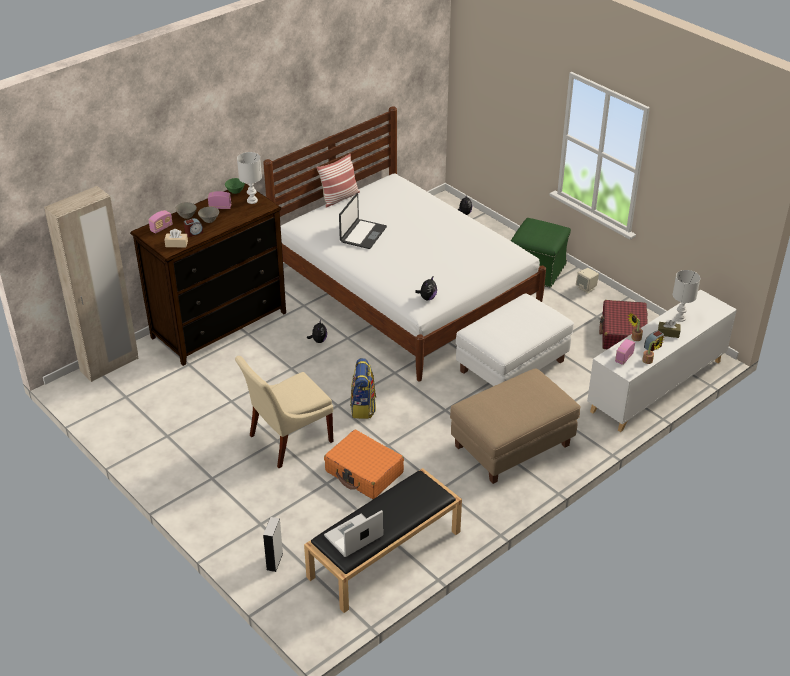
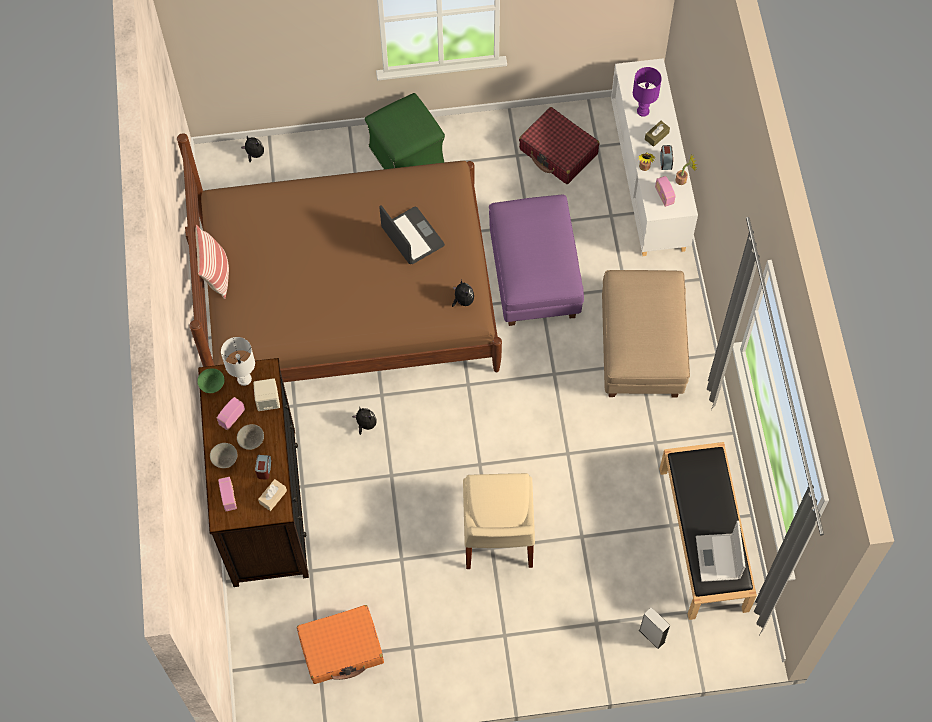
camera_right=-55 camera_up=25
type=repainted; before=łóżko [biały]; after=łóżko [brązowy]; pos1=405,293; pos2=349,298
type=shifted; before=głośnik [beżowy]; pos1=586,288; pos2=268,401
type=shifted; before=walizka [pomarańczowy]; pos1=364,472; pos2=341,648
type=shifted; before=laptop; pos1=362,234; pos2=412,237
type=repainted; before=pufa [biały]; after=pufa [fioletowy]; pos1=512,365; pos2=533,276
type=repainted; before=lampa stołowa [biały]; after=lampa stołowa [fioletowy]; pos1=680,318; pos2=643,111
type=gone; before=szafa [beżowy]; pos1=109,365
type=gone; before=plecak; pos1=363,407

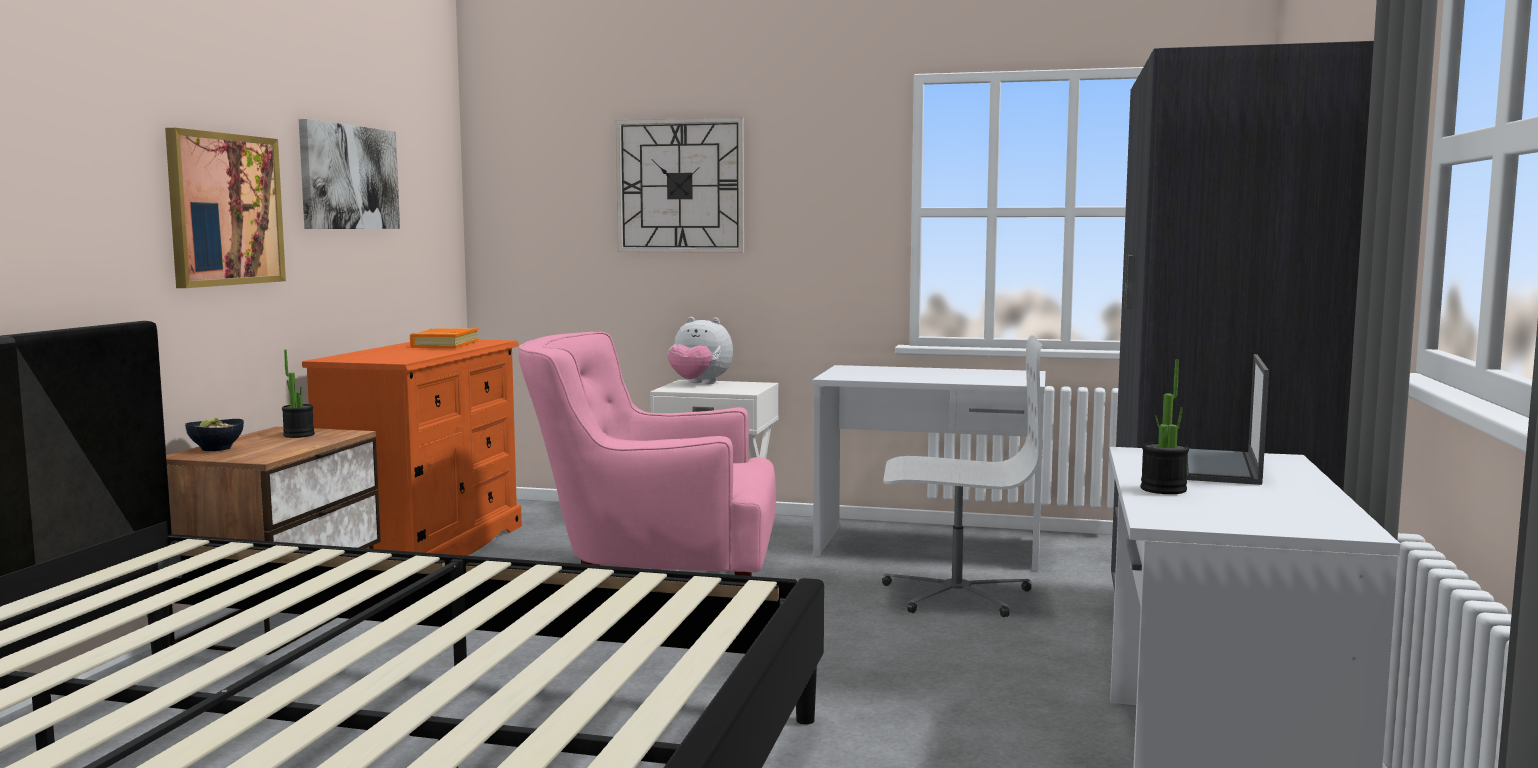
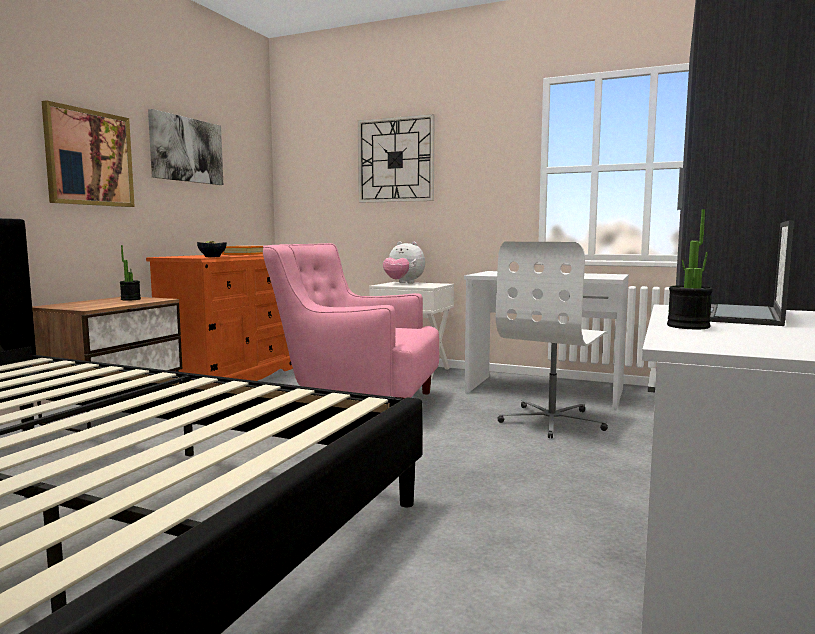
camera_right=10 camera_up=0
type=shifted; before=miska; pos1=215,448; pos2=212,256
type=rotated; before=krzesło biurowe [biały]; pos1=955,594; pos2=552,421; turn=105

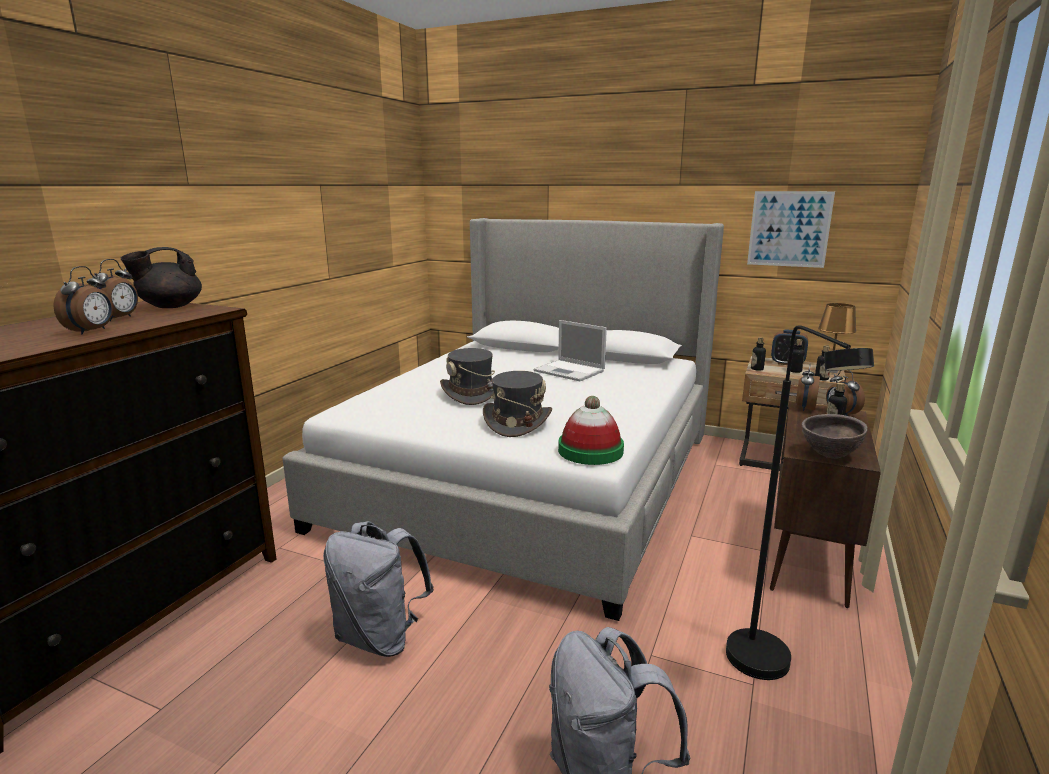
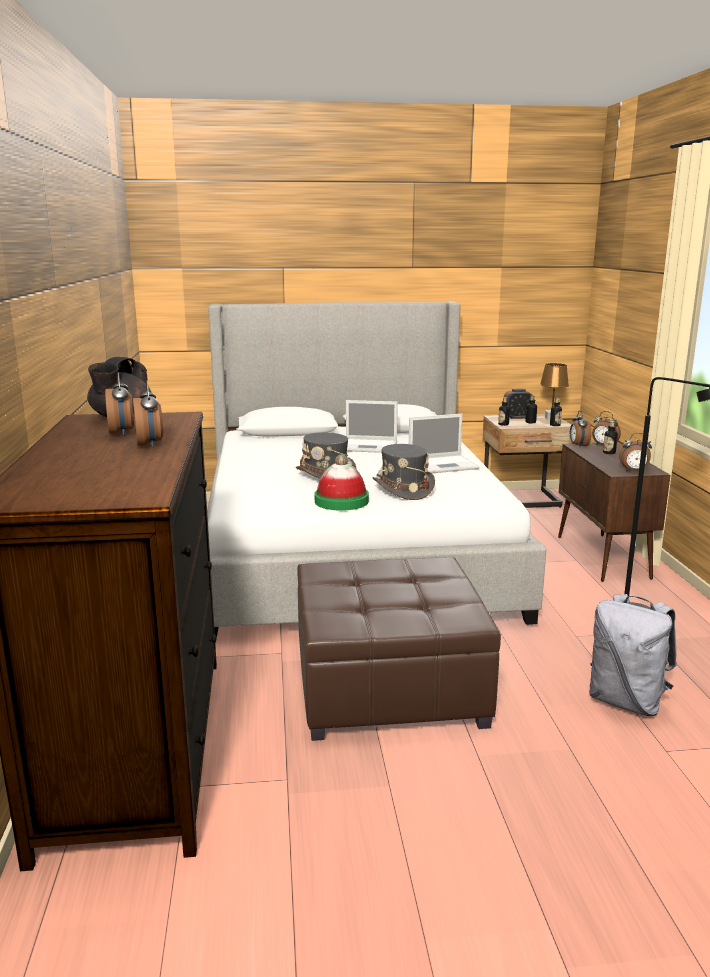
camera_right=-30 camera_up=0
type=swapped; before=plecak [szary]; after=pufa [brązowy]; pos1=380,637; pos2=389,684
type=shifted; before=kapelusz; pos1=590,450; pos2=341,501
type=new; after=laptop; pos2=444,465
type=swapped; before=miska [brązowy]; after=budzik; pos1=829,456; pos2=634,471
type=gone; before=obraz; pos1=789,229

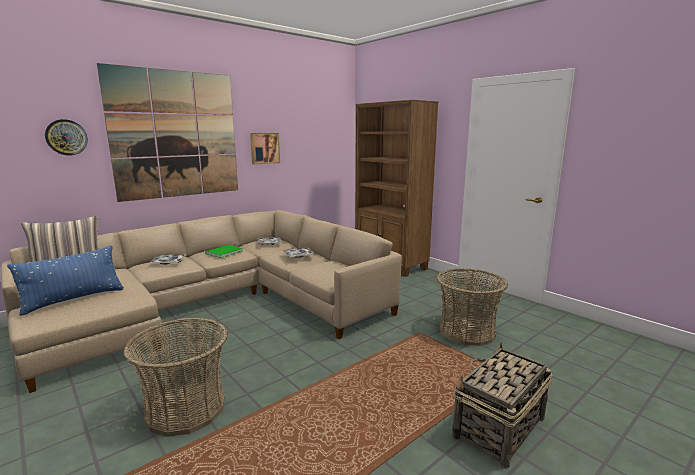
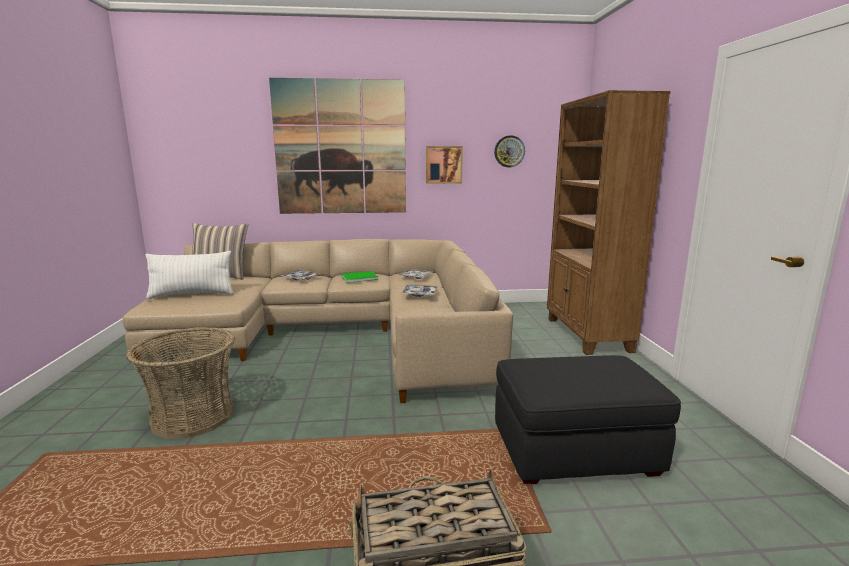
camera_right=35 camera_up=0
type=repainted; before=poduszka [niebieski]; after=poduszka [biały]; pos1=74,300; pos2=192,295
type=shifted; before=zegar ścienny; pos1=66,137; pos2=509,151
type=swapped; before=koszyk; after=pufa [czarny]; pos1=466,331; pos2=575,452

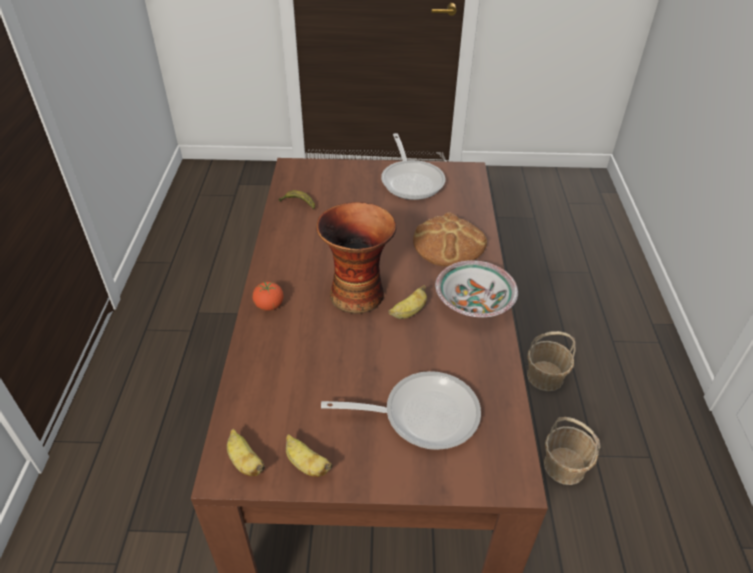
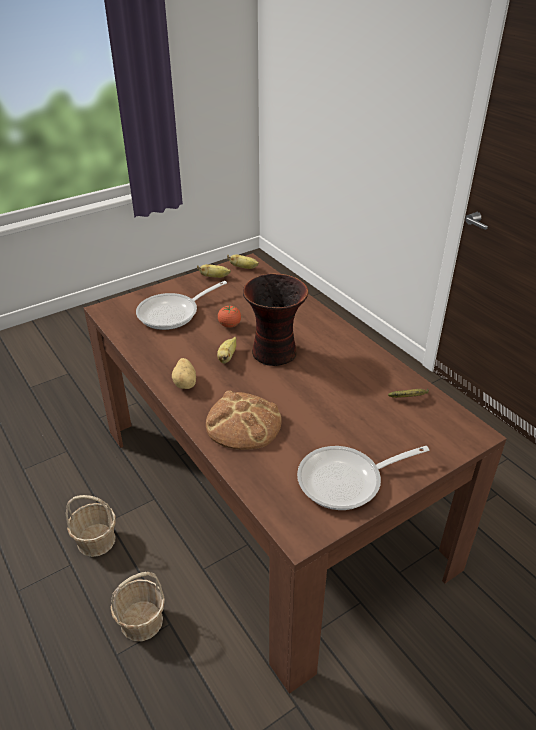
camera_right=145 camera_up=-5
type=swapped; before=miska; after=ziemniak; pos1=473,303; pos2=185,383
type=shifted; before=pomidor; pos1=269,306; pos2=229,325
type=rotated; before=patelnia; pos1=411,180; pos2=347,481; turn=-60

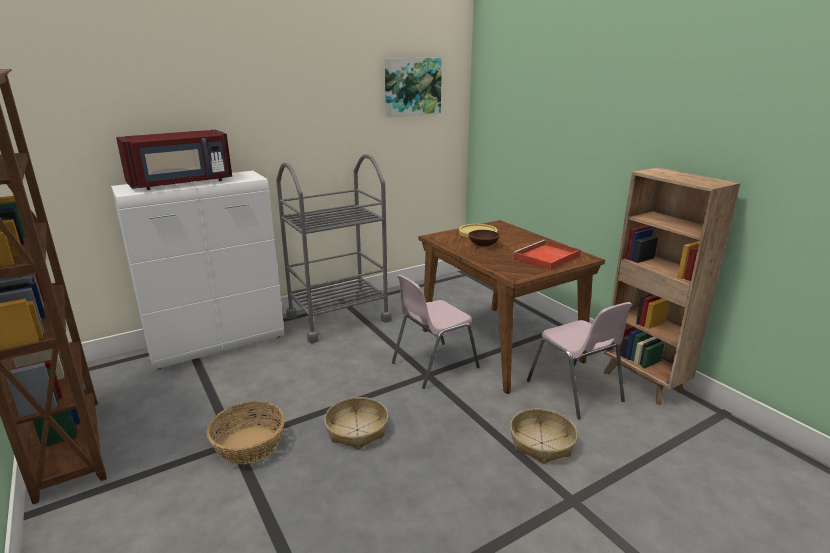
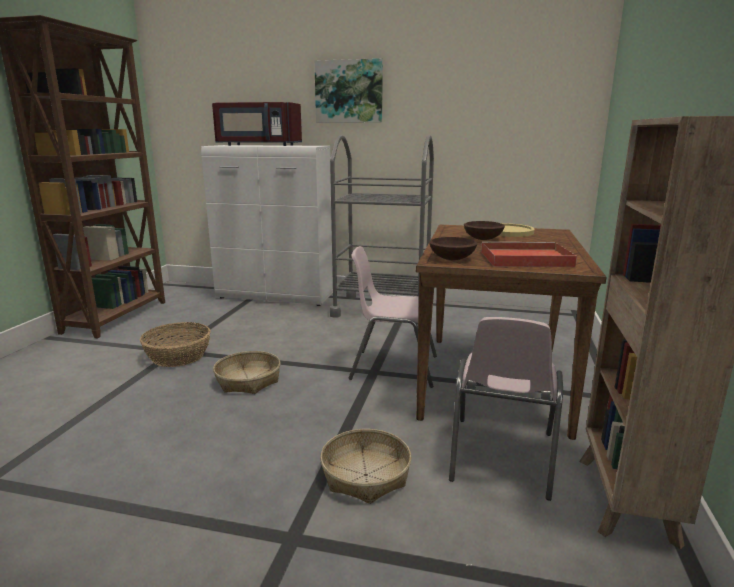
camera_right=45 camera_up=-5
type=shifted; before=obraz; pos1=412,86; pos2=349,91
type=new; after=miska [brązowy]; pos2=451,258

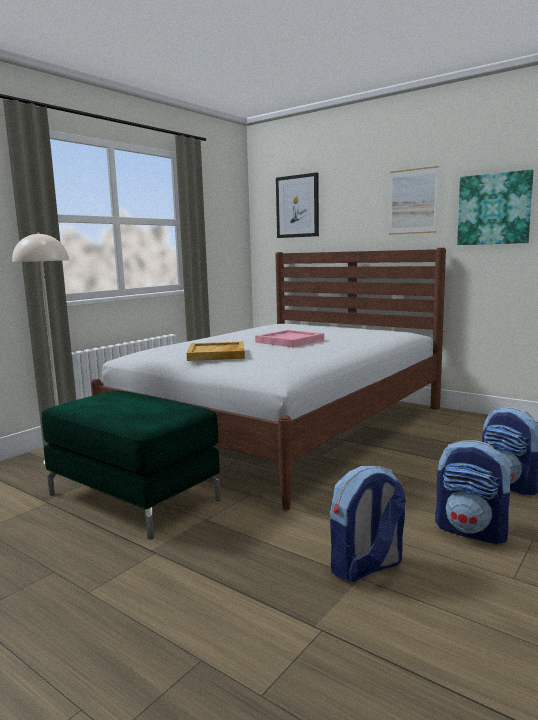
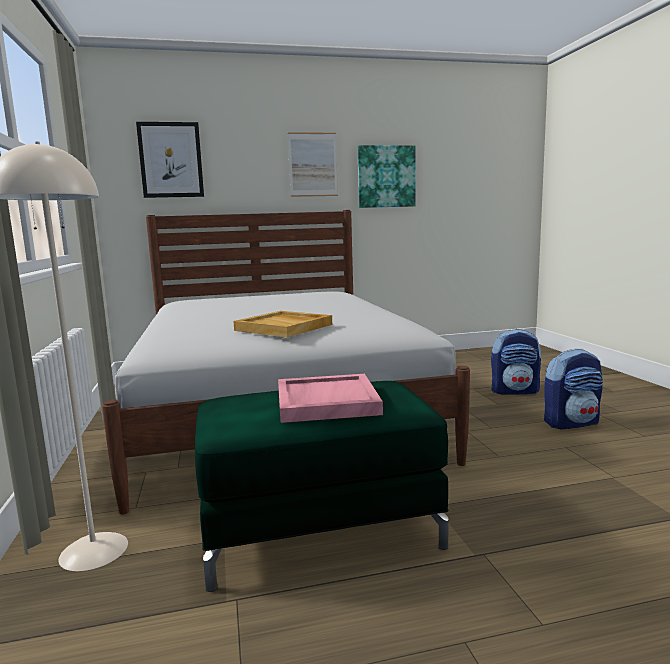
camera_right=-50 camera_up=0
type=shifted; before=taca [różowy]; pos1=289,341; pos2=325,401
type=gone; before=plecak; pos1=366,567

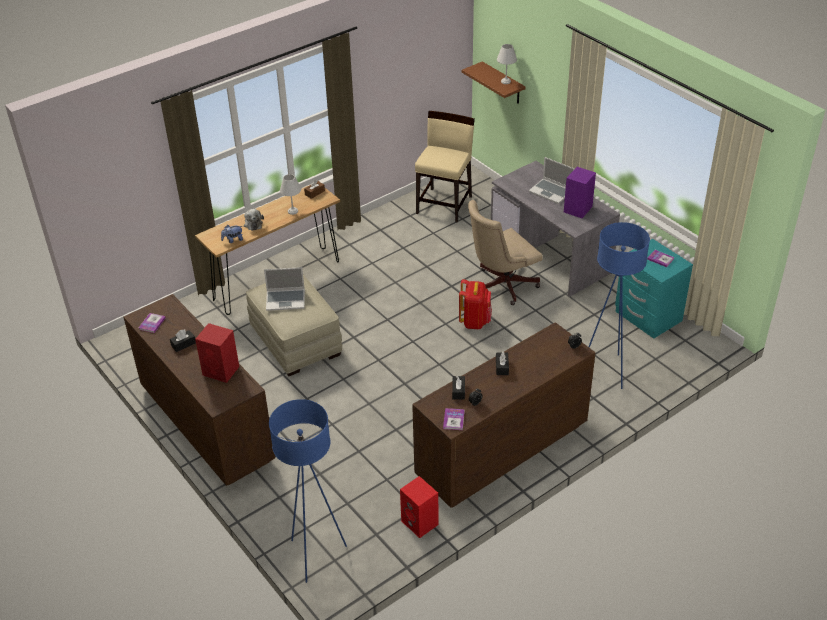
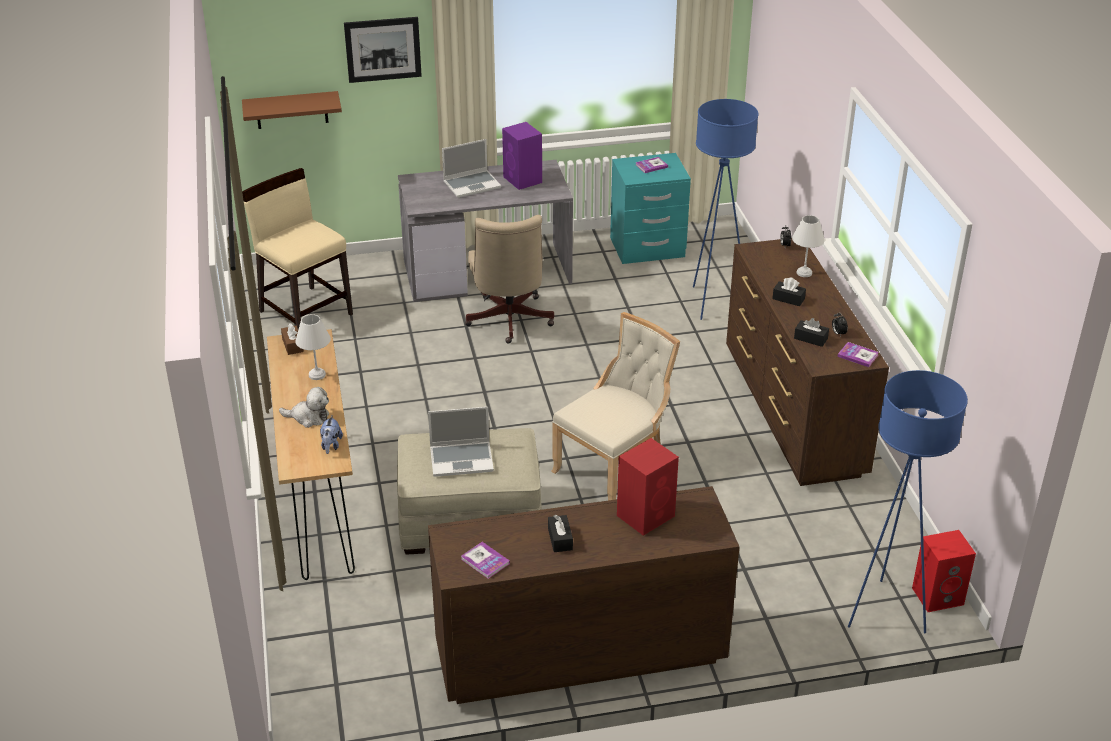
camera_right=-65 camera_up=-5
type=new; after=obraz; pos2=383,49
type=rotated; before=laptop; pos1=286,300; pos2=462,459; turn=60
type=new; after=krzesło [beżowy]; pos2=615,468
type=shifted; before=lampa stołowa [biały]; pos1=505,81; pos2=803,273
type=shifted; before=głośnik [czerwony]; pos1=421,523; pos2=938,595
type=gone; before=plecak [czerwony]; pos1=475,321

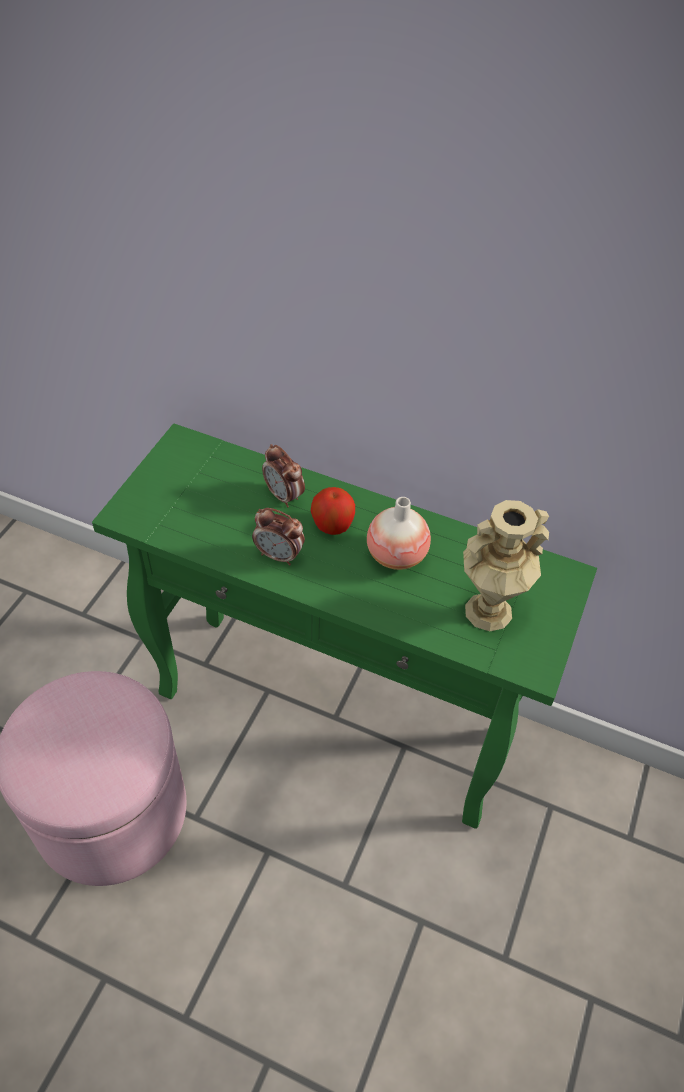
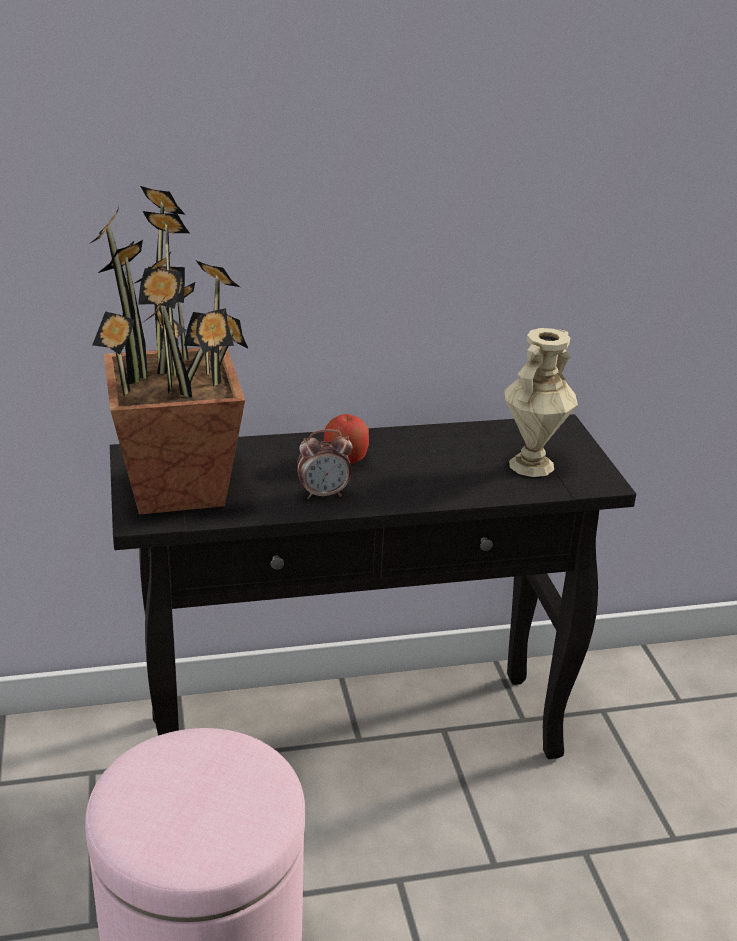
camera_right=-35 camera_up=-20
type=new; after=roślina doniczkowa; pos2=179,489
type=repainted; before=stolik konsolowy [zielony]; after=stolik konsolowy [czarny]; pos1=337,714; pos2=358,736
type=gone; before=budzik; pos1=284,496
type=gone; before=wazon; pos1=396,555

